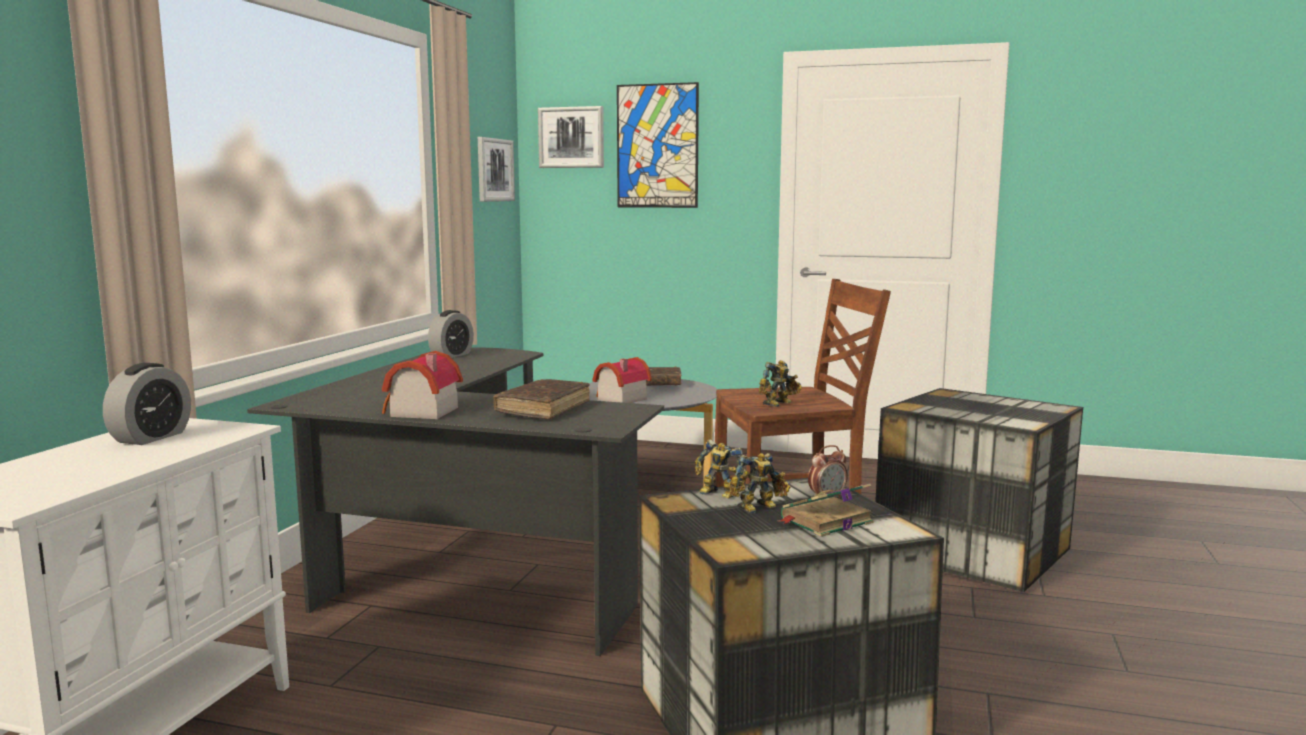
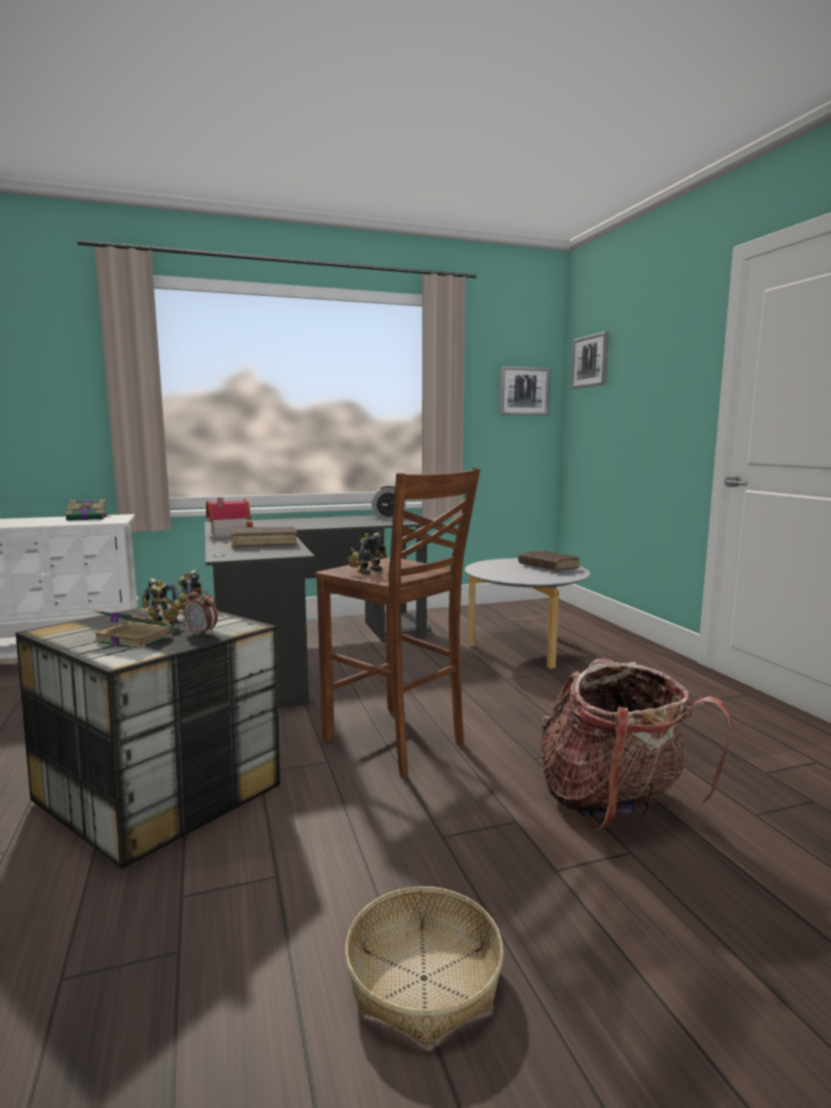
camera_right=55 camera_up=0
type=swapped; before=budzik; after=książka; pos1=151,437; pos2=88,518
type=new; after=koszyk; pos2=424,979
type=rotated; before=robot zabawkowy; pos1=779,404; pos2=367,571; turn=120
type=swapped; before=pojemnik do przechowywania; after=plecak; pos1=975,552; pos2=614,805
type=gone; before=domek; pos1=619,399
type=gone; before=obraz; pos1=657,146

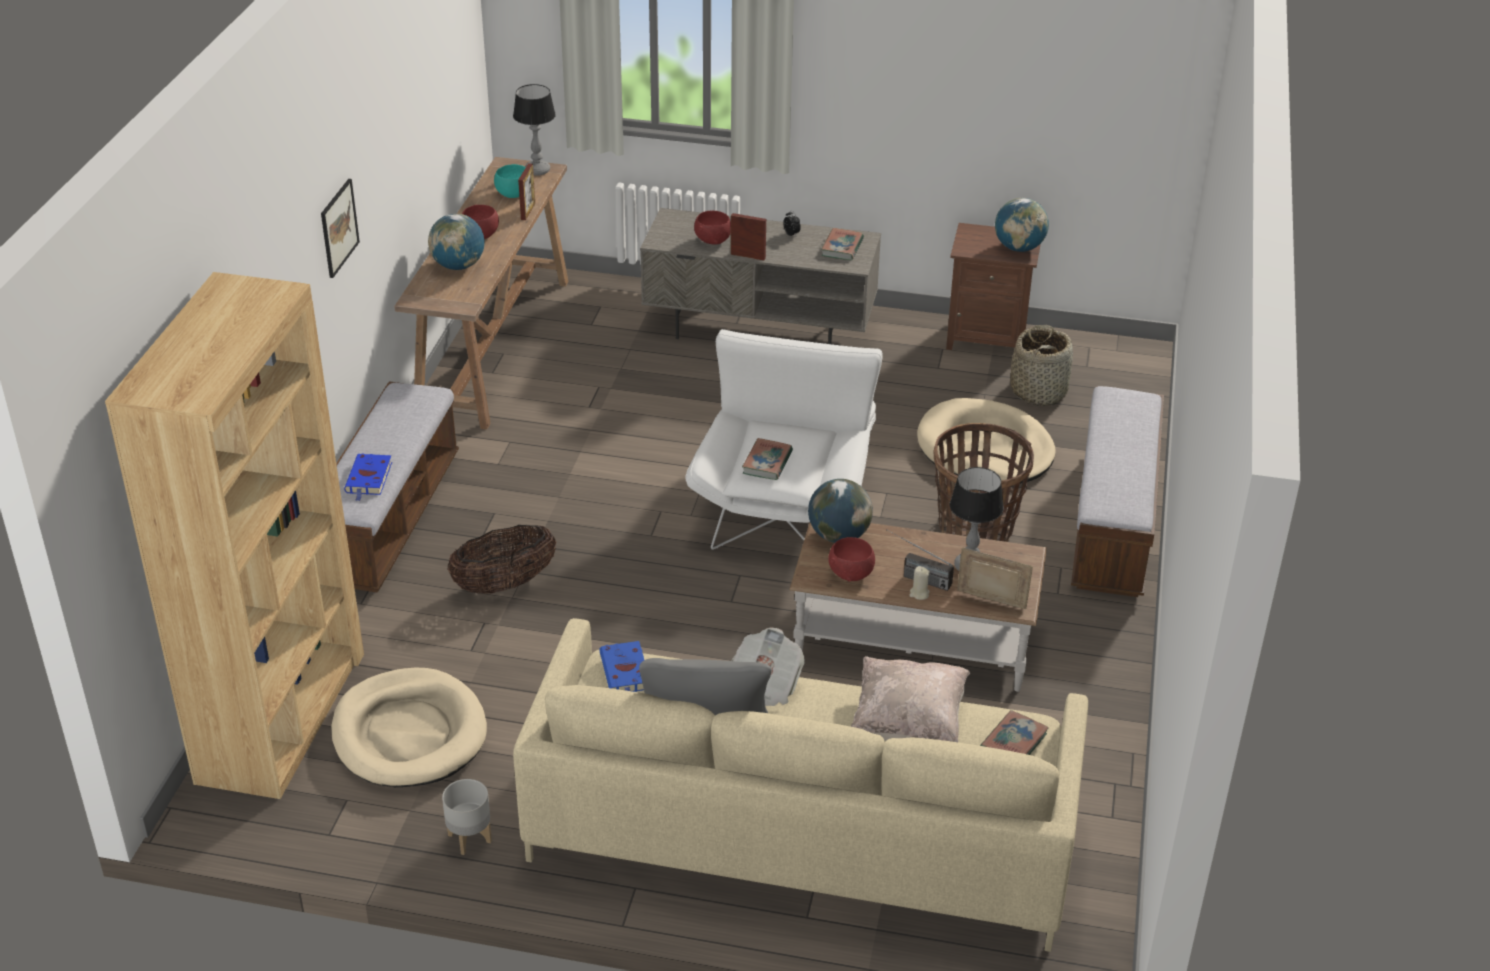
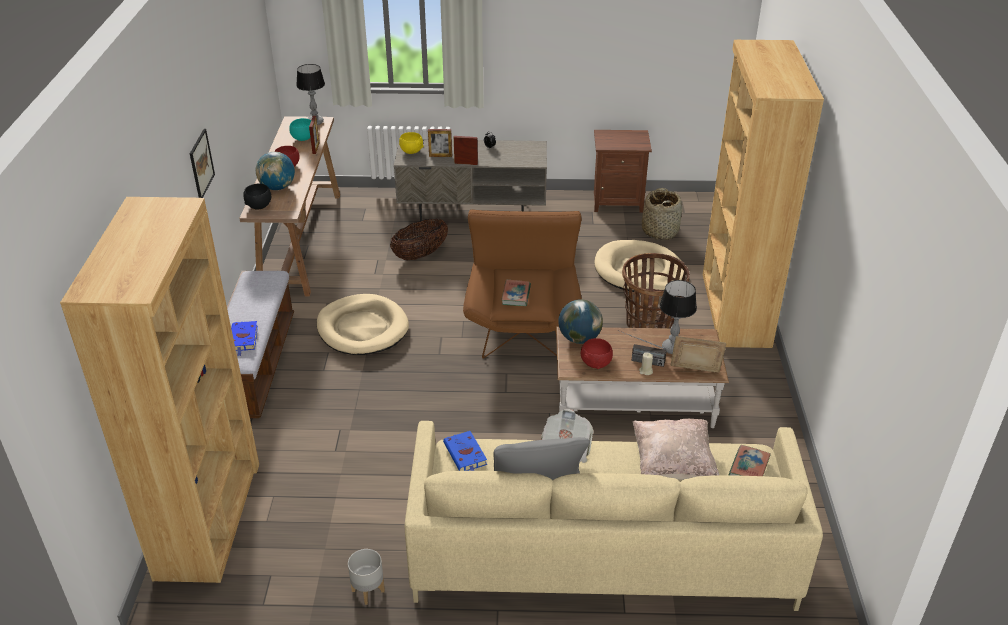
camera_right=-10 camera_up=0
type=new; after=miska [czarny]; pos2=259,206
type=shifted; before=legowisko [beżowy]; pos1=409,733; pos2=362,328
type=shifted; before=koszyk; pos1=504,584; pos2=420,255
type=new; after=miska [żółty]; pos2=411,151
type=swapped; before=miska [czerwony]; after=ramka na zdjęcie; pos1=713,240; pos2=440,156
type=repainted; before=fotel [biały]; after=fotel [brązowy]; pos1=786,503; pos2=523,321
type=swapped; before=ławka; after=regał [brązowy]; pos1=1112,524; pos2=734,309
type=gone; before=książka; pos1=842,247
type=gone; before=globus; pos1=1019,248

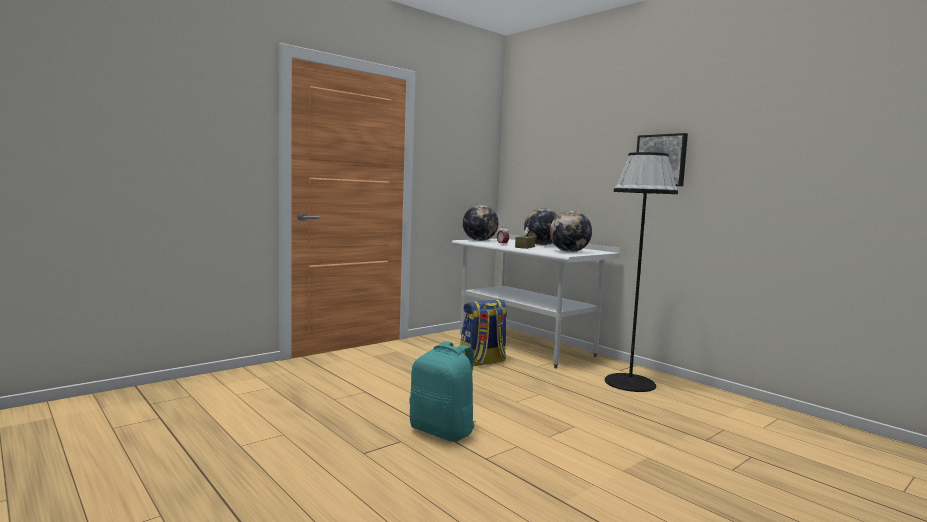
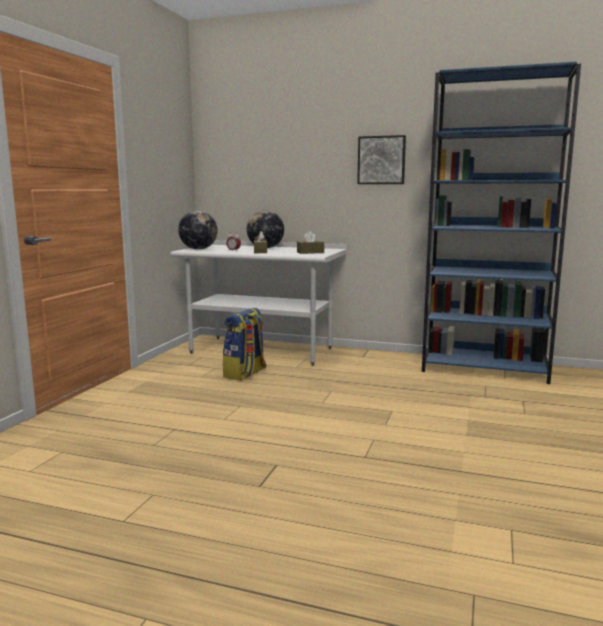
camera_right=-30 camera_up=5
type=swapped; before=globus; after=pudełko chusteczek [brązowy]; pos1=569,252; pos2=310,252
type=new; after=regał [niebieski]; pos2=485,368
type=gone; before=plecak [turkusowy]; pos1=443,431
type=gone; before=lampa stojąca [czarny]; pos1=630,383

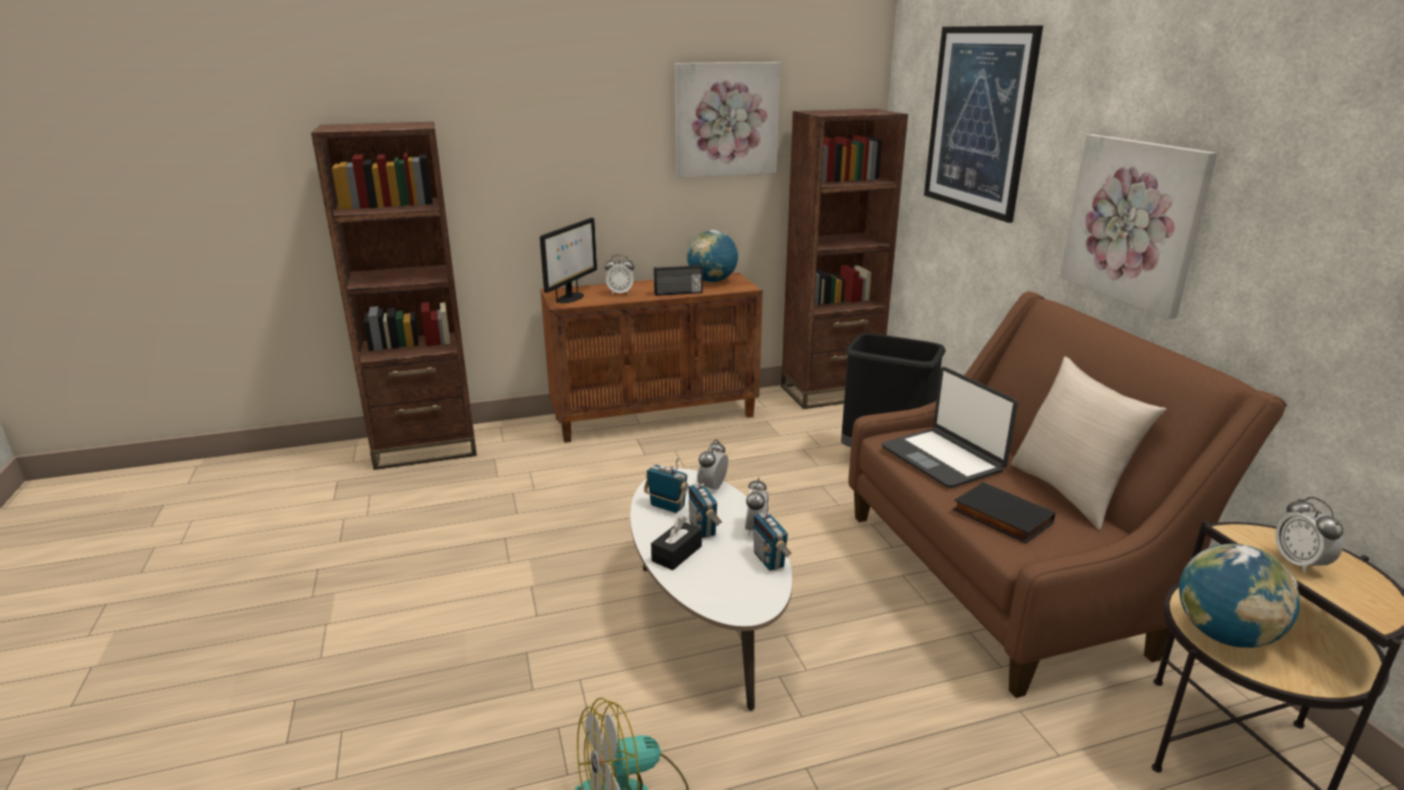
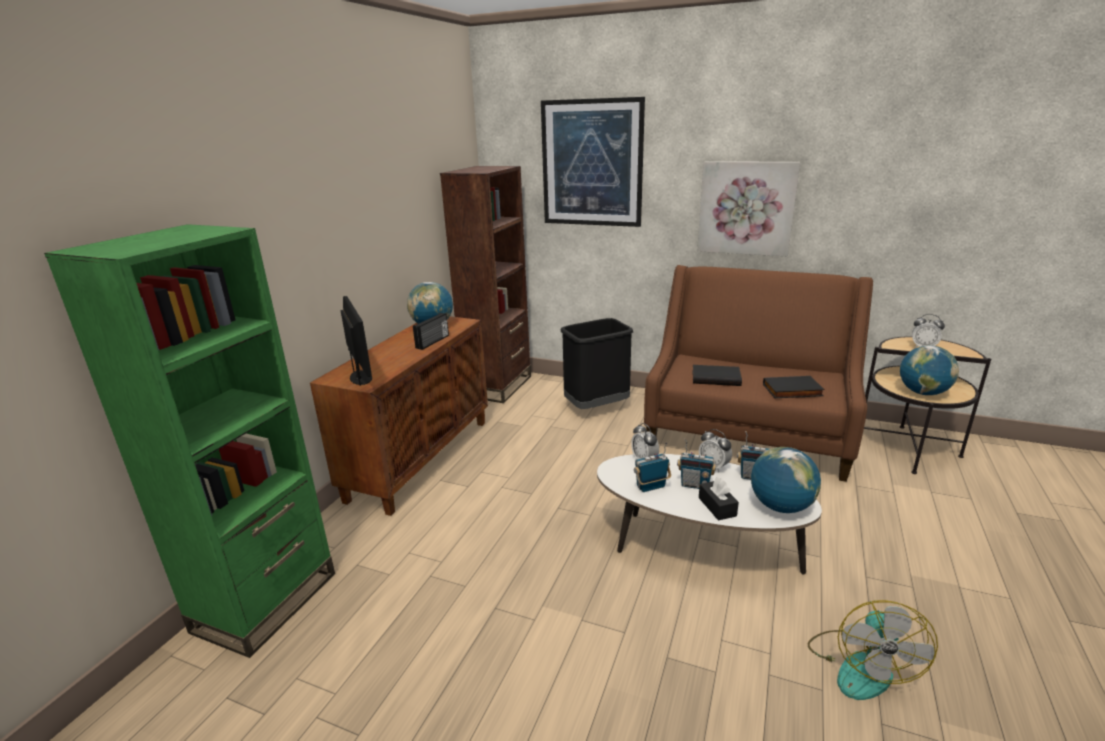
camera_right=-50 camera_up=0
type=repainted; before=regał [brązowy]; after=regał [zielony]; pos1=426,448; pos2=266,602
type=swapped; before=laptop; after=książka [czarny]; pos1=943,459; pos2=716,378
type=new; after=globus; pos2=780,506
type=gone; before=budzik; pos1=620,293
type=gone; before=obraz; pos1=726,120
type=gone; before=poduszka [beżowy]; pos1=1069,492

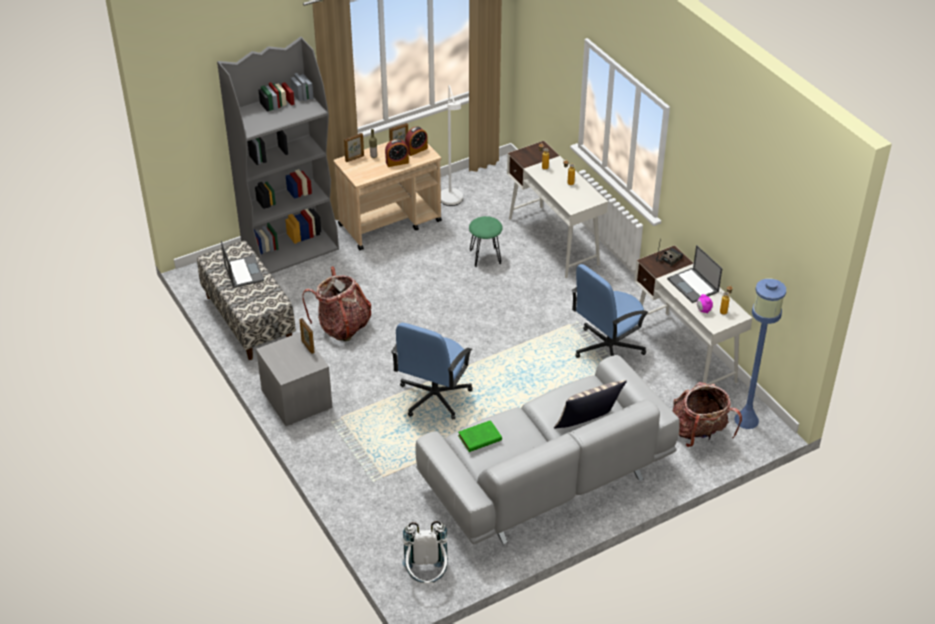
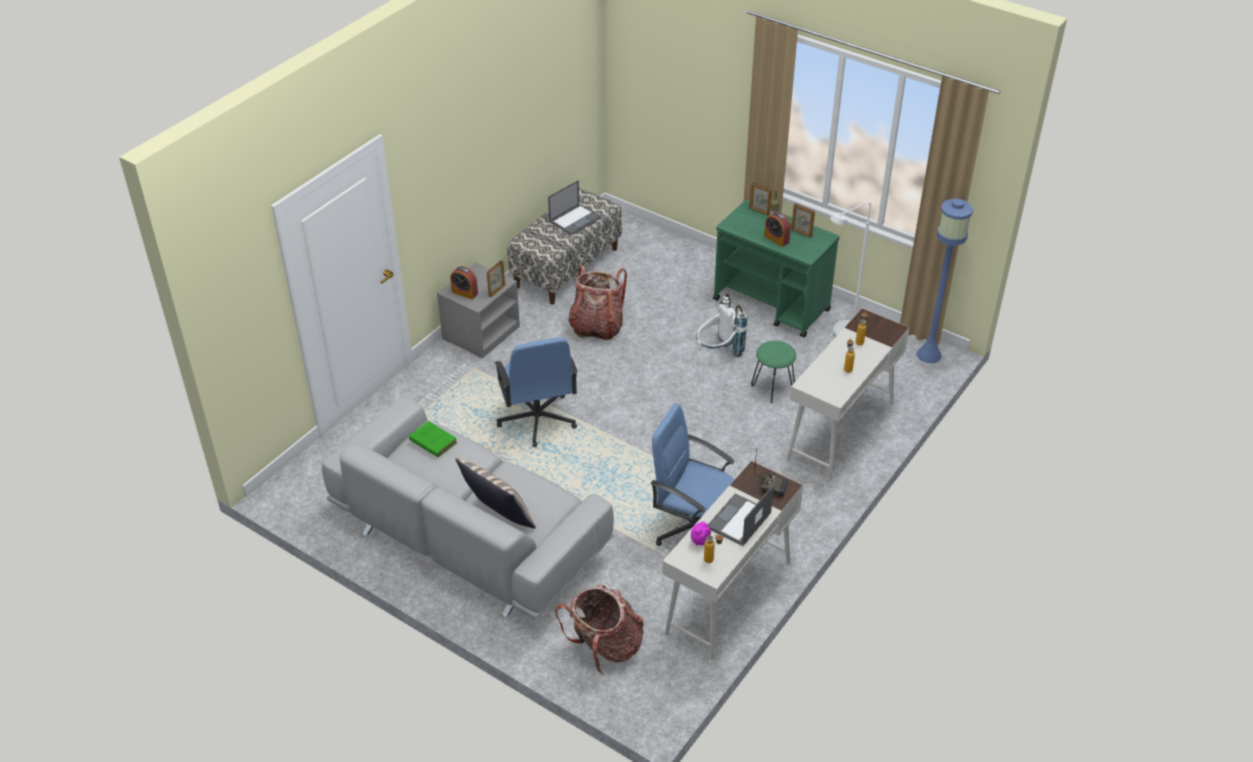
camera_right=65 camera_up=0
type=shifted; before=budzik; pos1=416,150; pos2=464,293
type=rotated; before=krzesło biurowe [niebieski]; pos1=433,397; pos2=537,420; turn=-105
type=shifted; before=plecak [biały]; pos1=426,577; pos2=718,352
type=repainted; before=wózek [beżowy]; after=wózek [zielony]; pos1=390,223; pos2=772,305
type=shifted; before=lampa stojąca [niebieski]; pos1=746,420; pos2=928,355
type=gone; before=regał [szary]; pos1=291,249

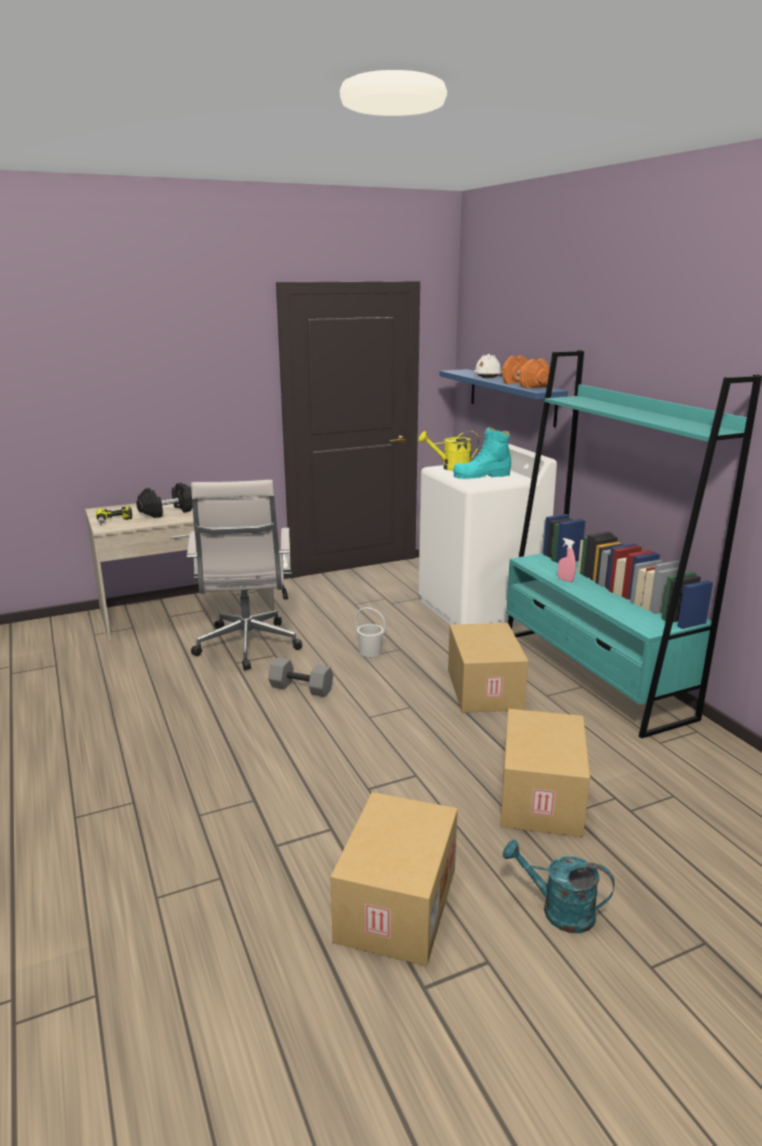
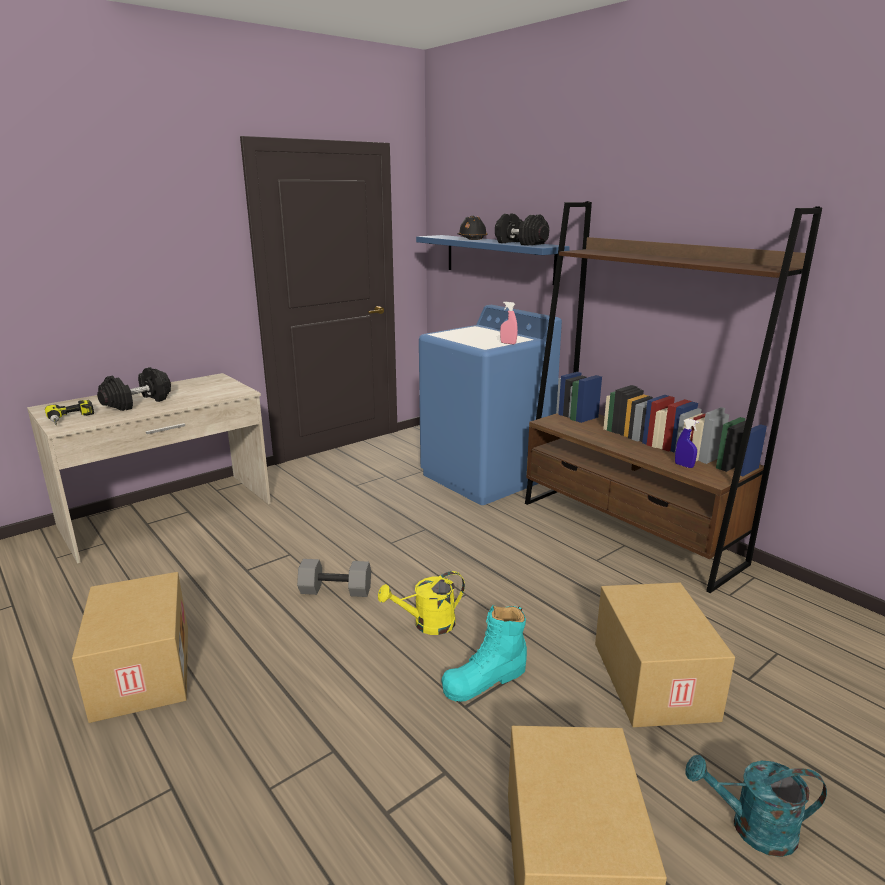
camera_right=-15 camera_up=0
type=shifted; before=karton; pos1=482,689; pos2=140,671
type=shifted; before=konewka [żółty]; pos1=451,468; pos2=427,624
type=repainted; before=pralka [biały]; after=pralka [niebieski]; pos1=480,609; pos2=486,477
type=shifted; before=but z cholewką [turkusowy]; pos1=481,475; pos2=485,679
type=repainted; before=kask [biały]; after=kask [czarny]; pos1=487,376; pos2=472,238
type=repainted; before=hantel [pomarańczowy]; after=hantel [czarny]; pos1=524,385; pos2=520,243
type=shifted; before=spryskiwacz [różowy]; pos1=565,580; pos2=508,343
type=repainted; before=regał [turkusowy]; after=regał [brązowy]; pos1=593,675; pos2=628,532
type=new; after=spryskiwacz [niebieski]; pos2=684,465
type=gone; before=krzesło biurowe [biały]; pos1=247,647
type=gone; before=wiadro [biały]; pos1=370,651

